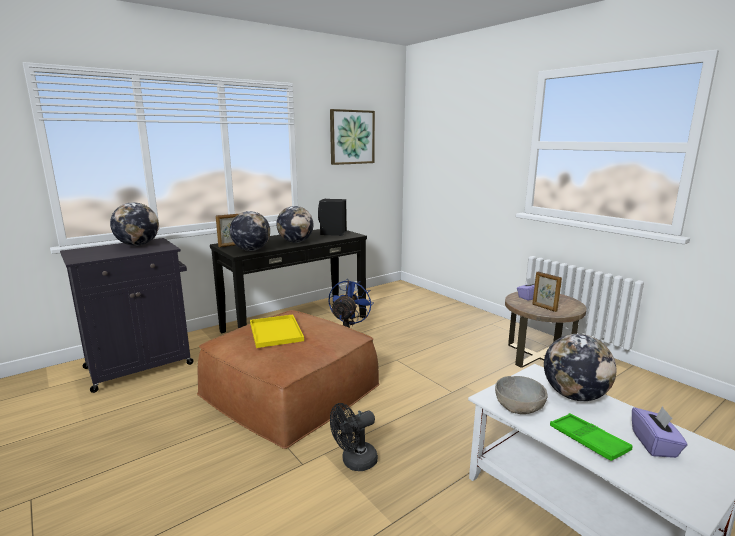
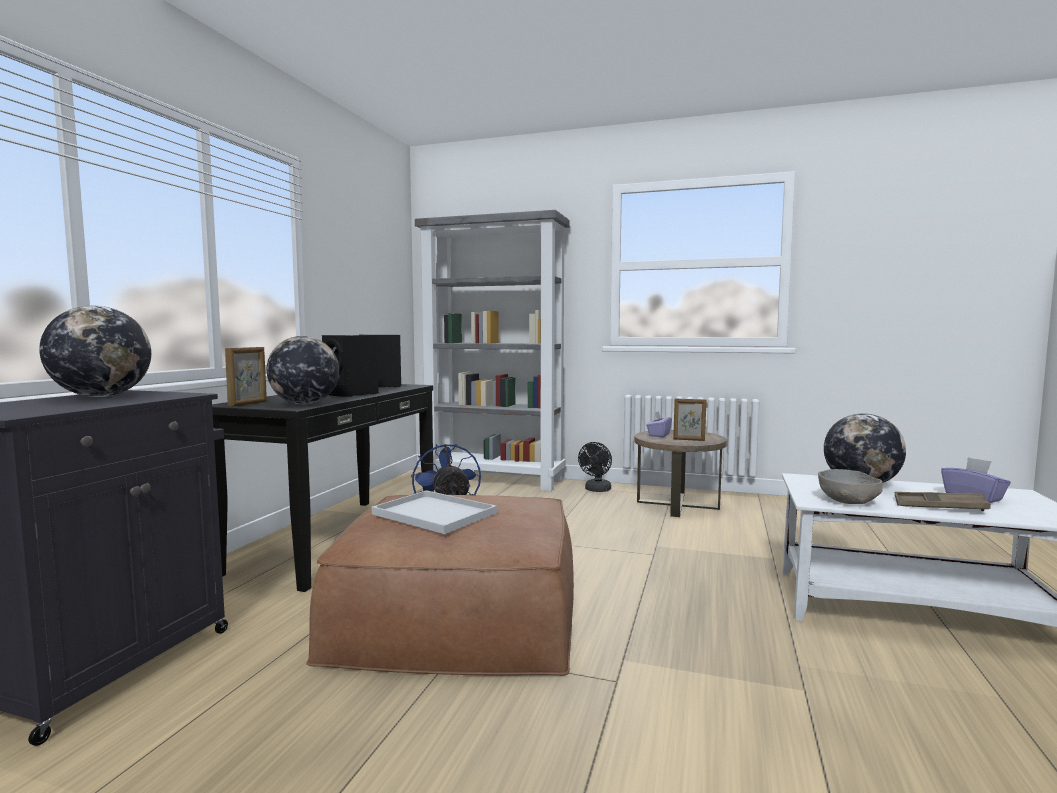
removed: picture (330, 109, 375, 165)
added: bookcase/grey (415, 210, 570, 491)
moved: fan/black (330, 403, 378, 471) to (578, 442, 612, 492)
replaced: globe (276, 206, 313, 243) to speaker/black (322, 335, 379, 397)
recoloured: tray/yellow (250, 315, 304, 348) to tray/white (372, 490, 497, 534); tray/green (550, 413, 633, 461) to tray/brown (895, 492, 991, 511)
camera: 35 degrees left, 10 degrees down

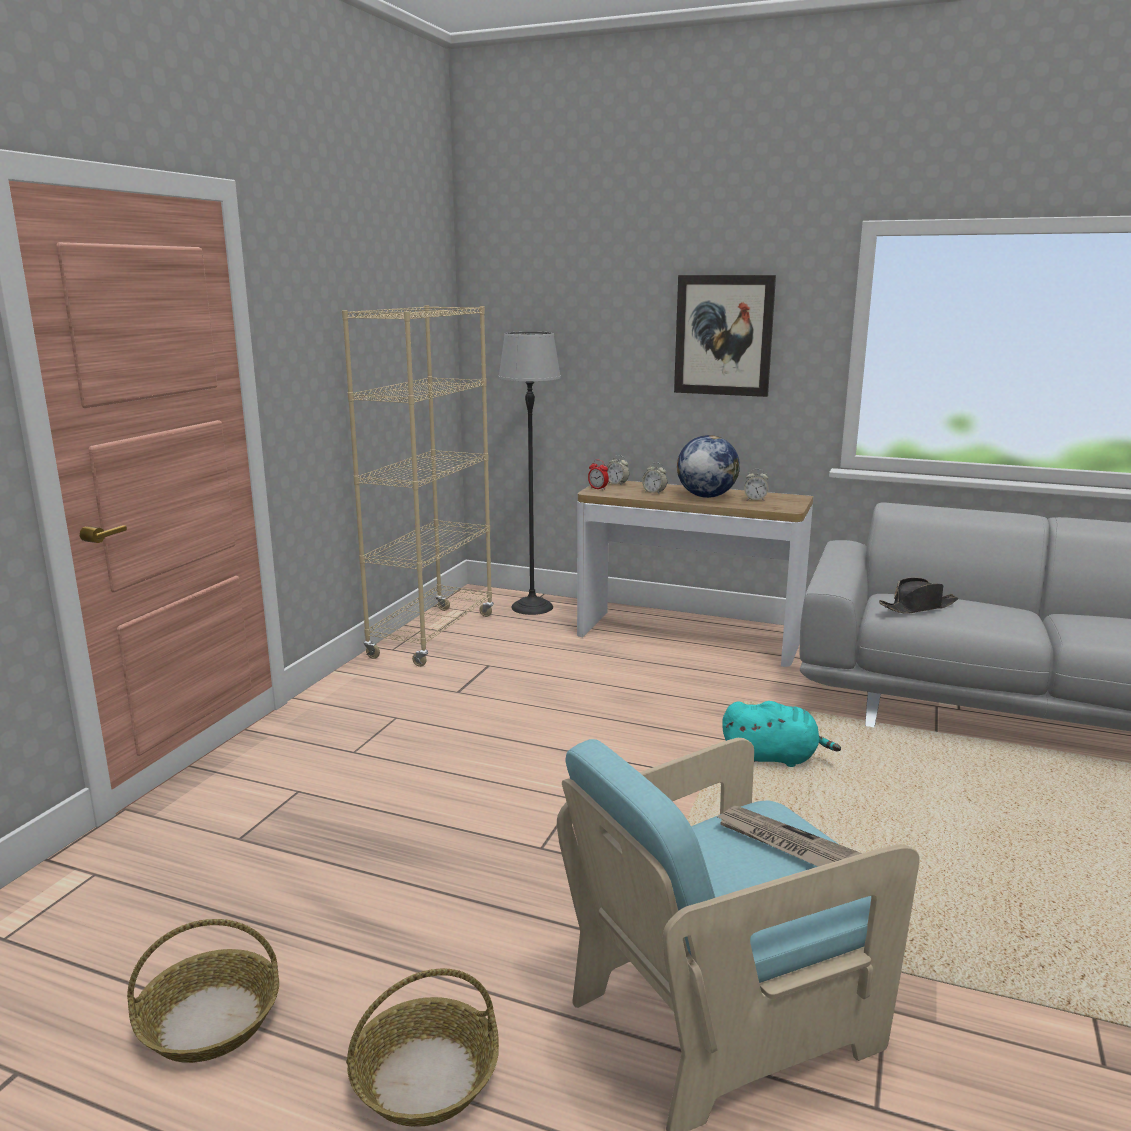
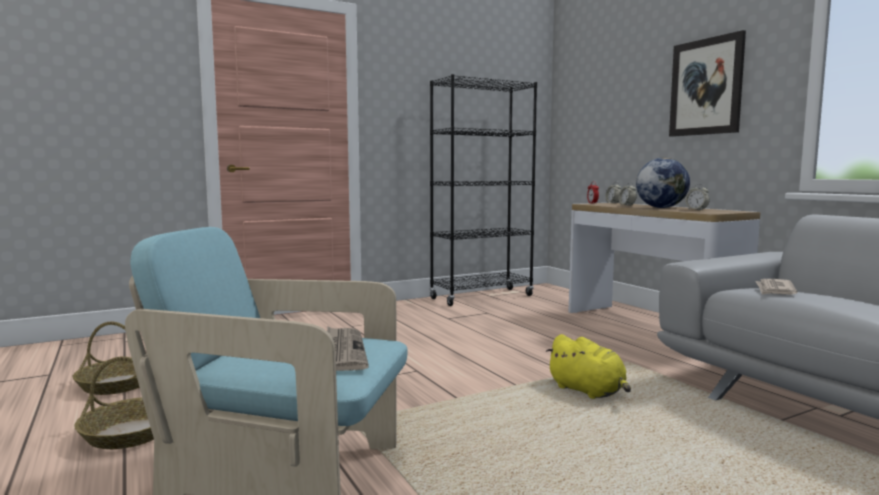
removed: floor lamp (498, 331, 561, 615)
replaced: hat/black (879, 578, 958, 613) to newspaper (755, 279, 797, 295)
recoloured: bookcase/beige (342, 305, 494, 667) to bookcase/black (430, 74, 537, 306); plush toy/turquoise (722, 701, 841, 767) to plush toy/yellow (545, 334, 631, 399)
camera: 40 degrees right, 10 degrees down

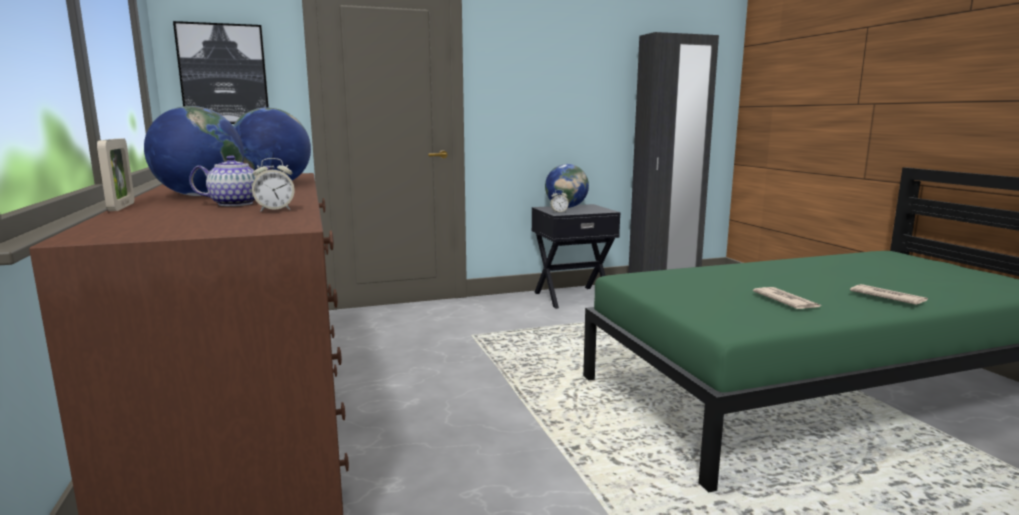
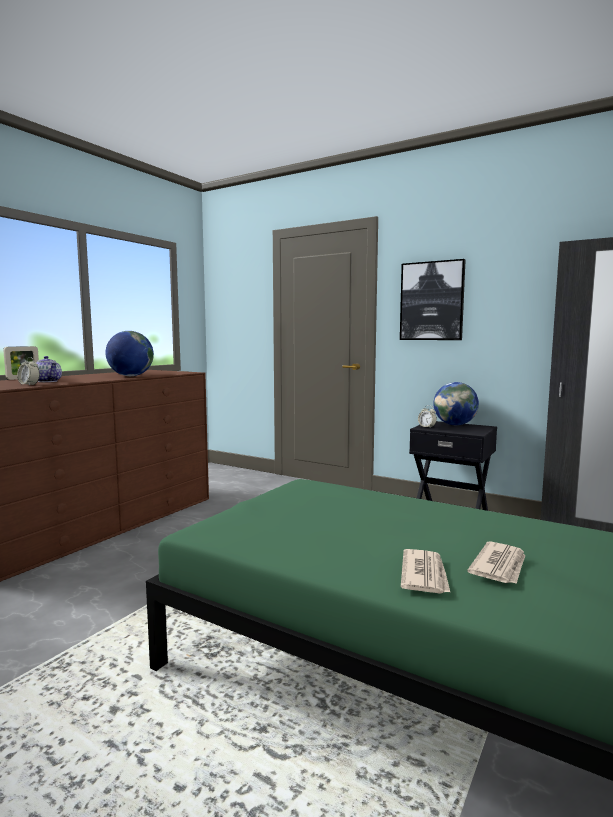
removed: globe (144, 106, 244, 196)
moved: picture (173, 21, 269, 124) to (400, 259, 466, 340); newspaper (753, 287, 821, 309) to (467, 541, 525, 584)
camera: 50 degrees right, 5 degrees down

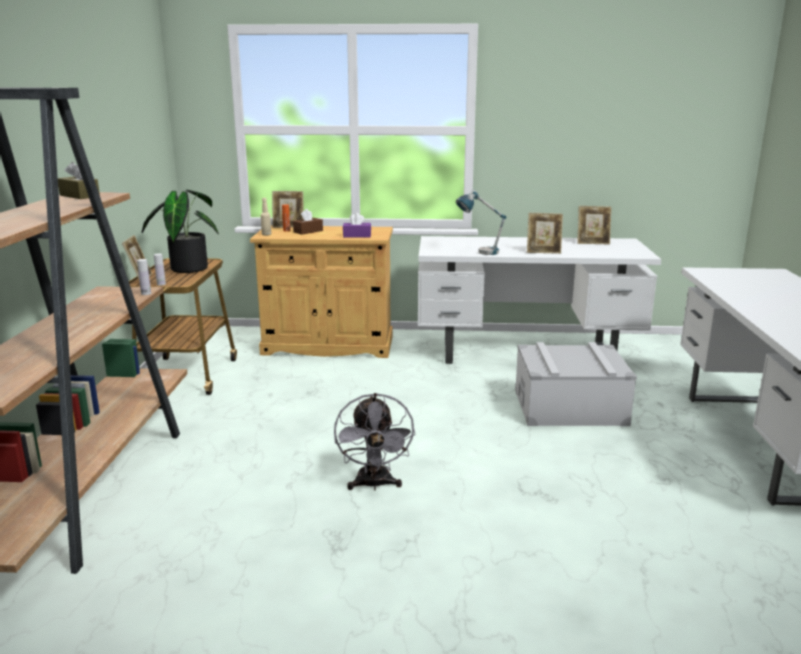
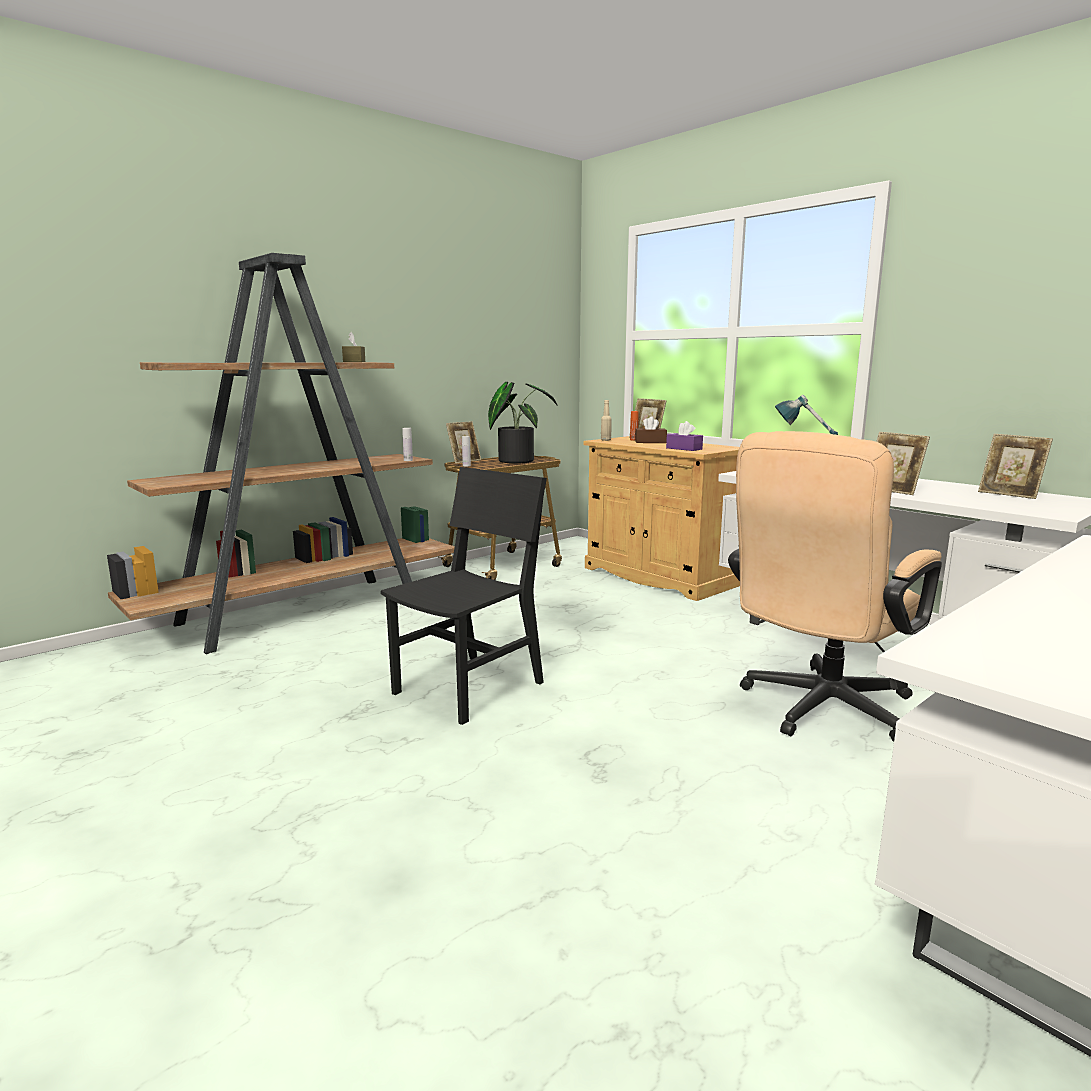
replaced: storage box/grey (515, 342, 637, 426) to office chair/beige (728, 431, 942, 742); fan/grey (334, 393, 416, 490) to chair/black (381, 467, 547, 725)
camera: 45 degrees right, 5 degrees down

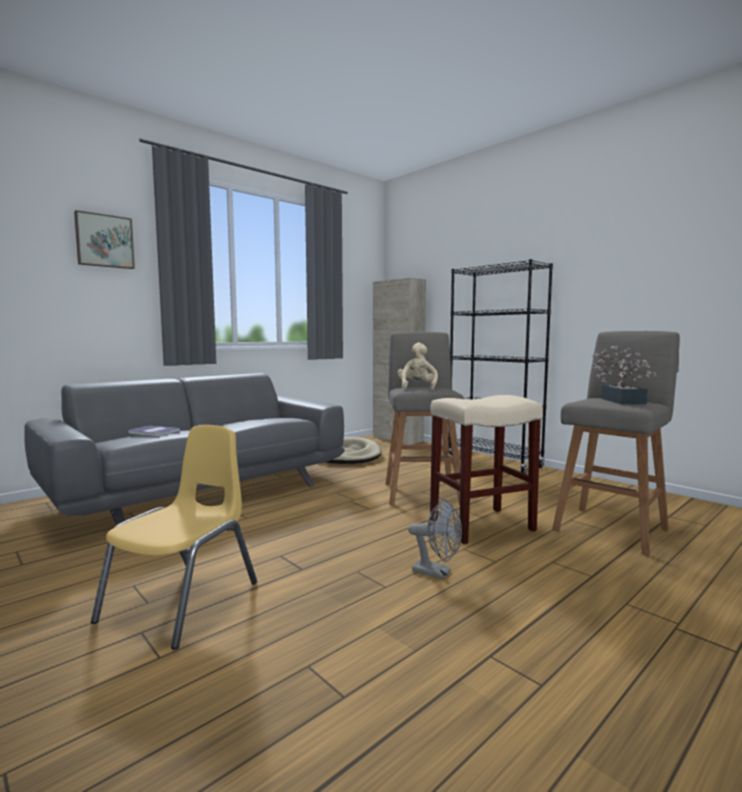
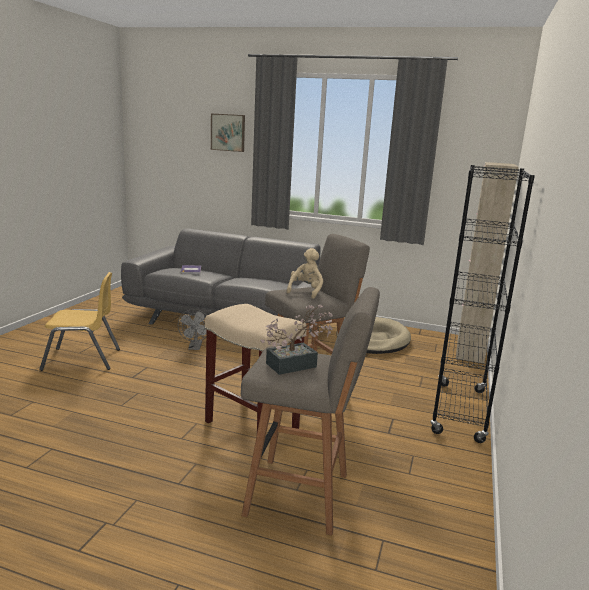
moved: fan/grey (408, 499, 462, 579) to (178, 309, 207, 350)
turned: plush toy/beige (397, 343, 438, 390) = (286, 248, 324, 299) 45 degrees counterclockwise
camera: 60 degrees right, 10 degrees up

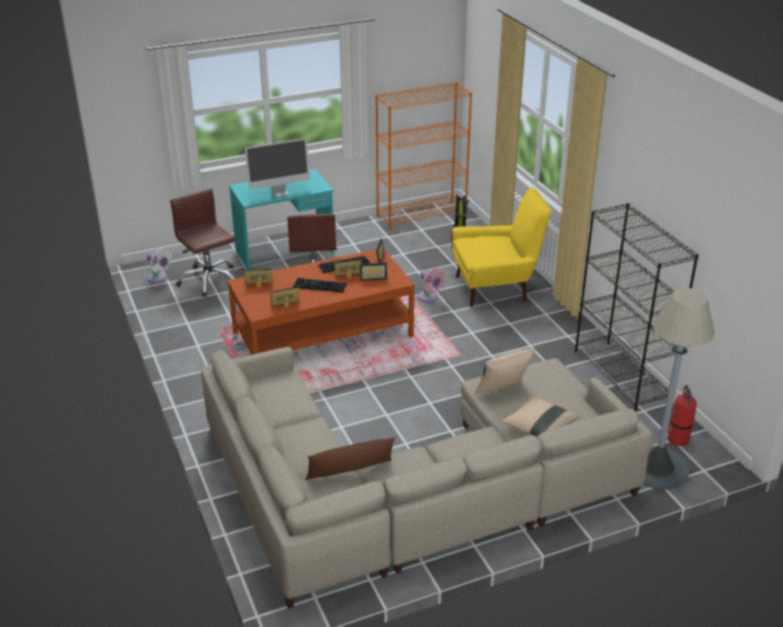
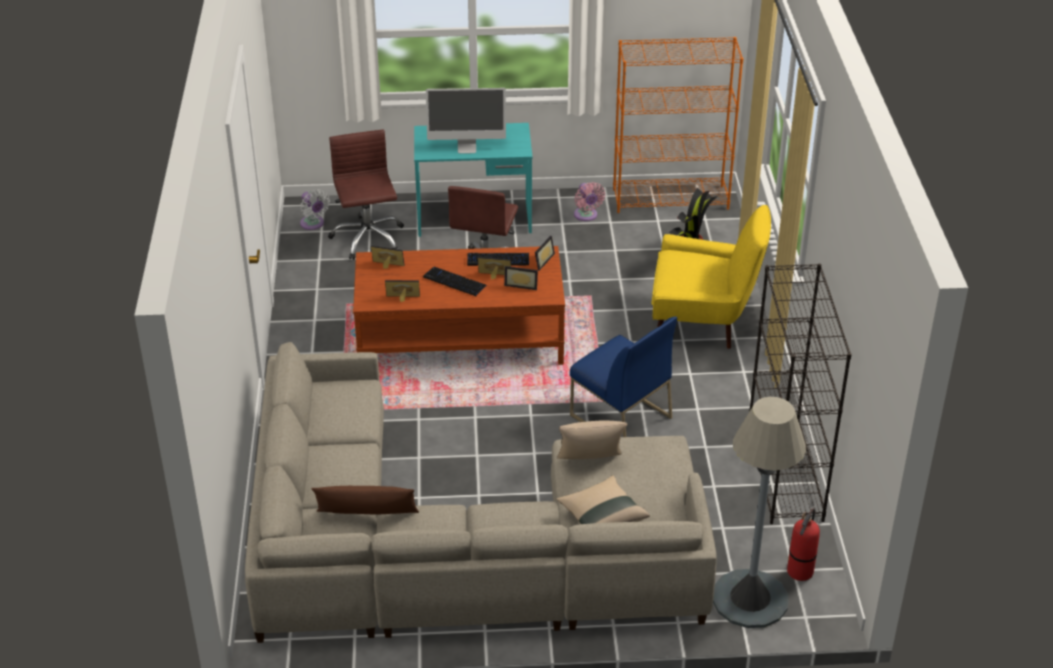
added: chair/blue (570, 317, 677, 437)
moved: fan/pink (417, 267, 445, 302) to (574, 182, 605, 221)
camera: 20 degrees right, 5 degrees up

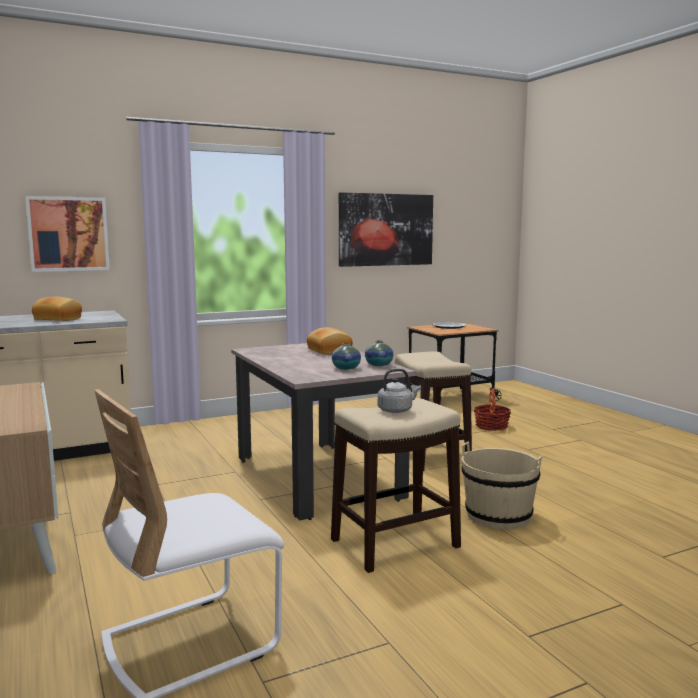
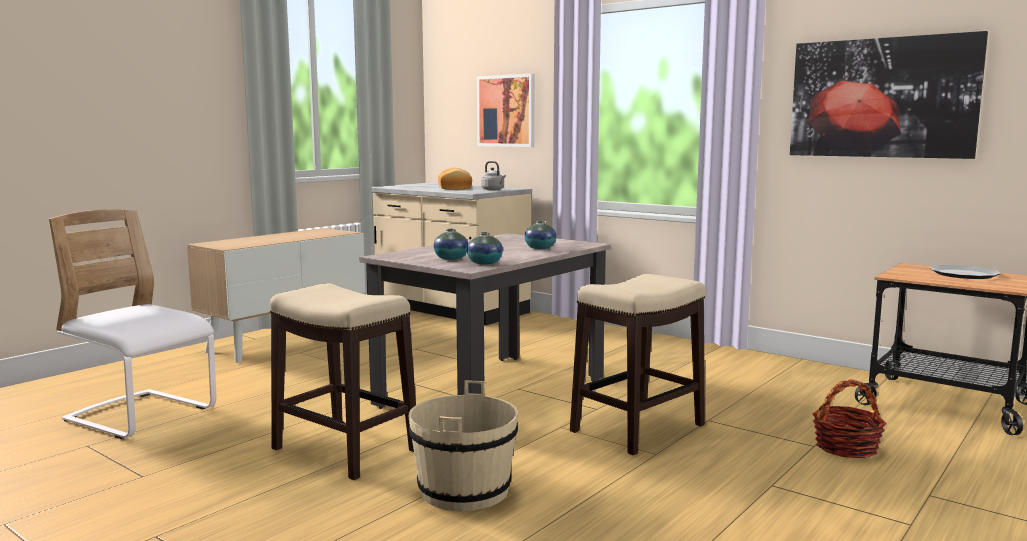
moved: kettle/grey (378, 369, 421, 413) to (481, 161, 506, 190)
replaced: bread (307, 327, 353, 355) to vase (525, 221, 557, 249)
camera: 65 degrees right, 0 degrees up

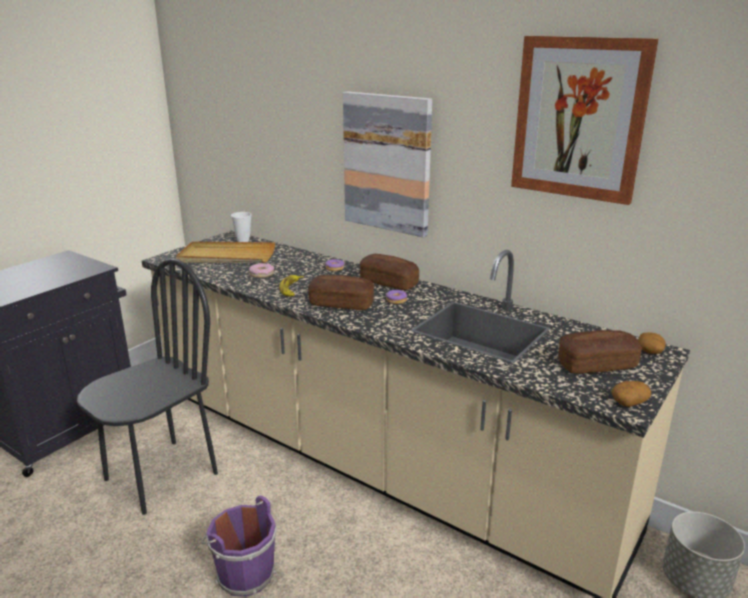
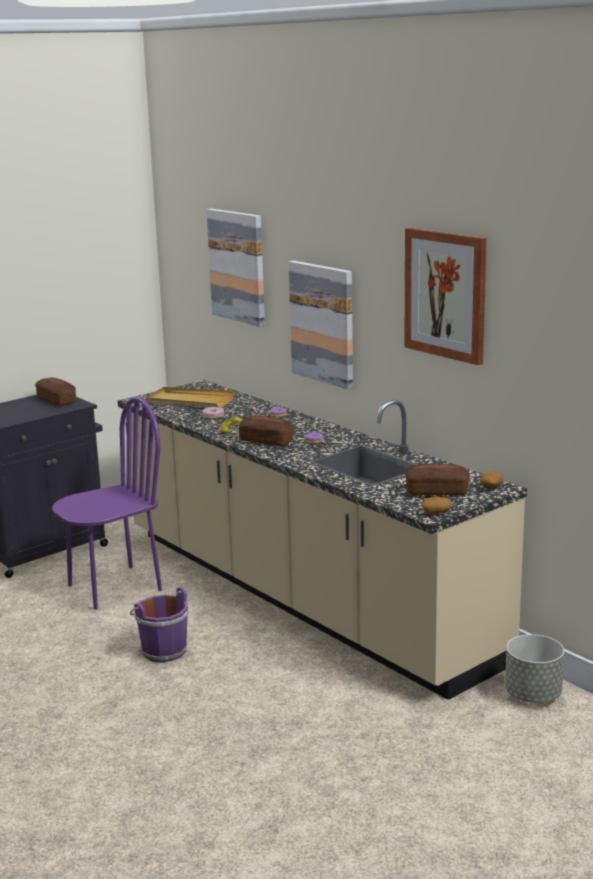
removed: cup (231, 212, 252, 242)
added: picture (207, 209, 265, 327)
moved: bread (360, 254, 419, 290) to (35, 377, 76, 405)
recoloured: chair/black (77, 258, 218, 515) to chair/purple (52, 396, 162, 610)
camera: 15 degrees right, 5 degrees down

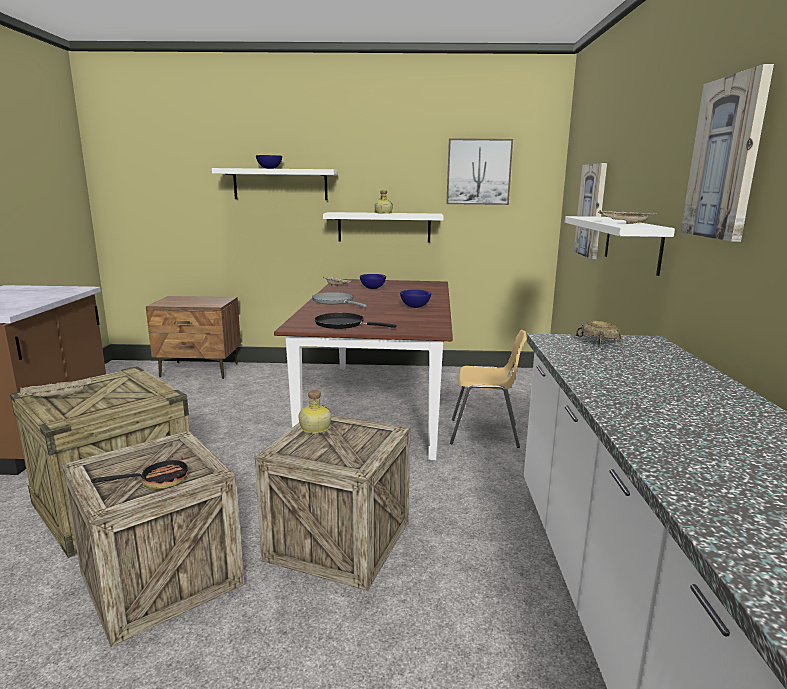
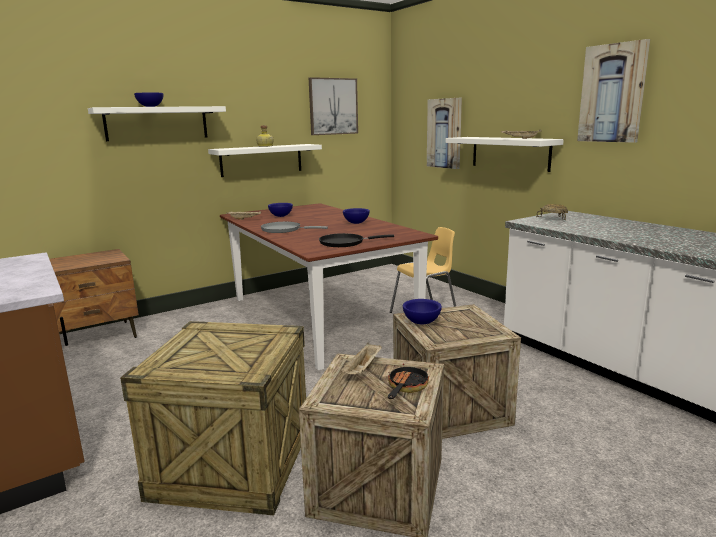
moved: tray/beige (20, 377, 92, 397) to (341, 342, 382, 374)
replaced: bottle (298, 390, 332, 434) to bowl/blue (403, 299, 442, 325)
camera: 35 degrees left, 0 degrees up

